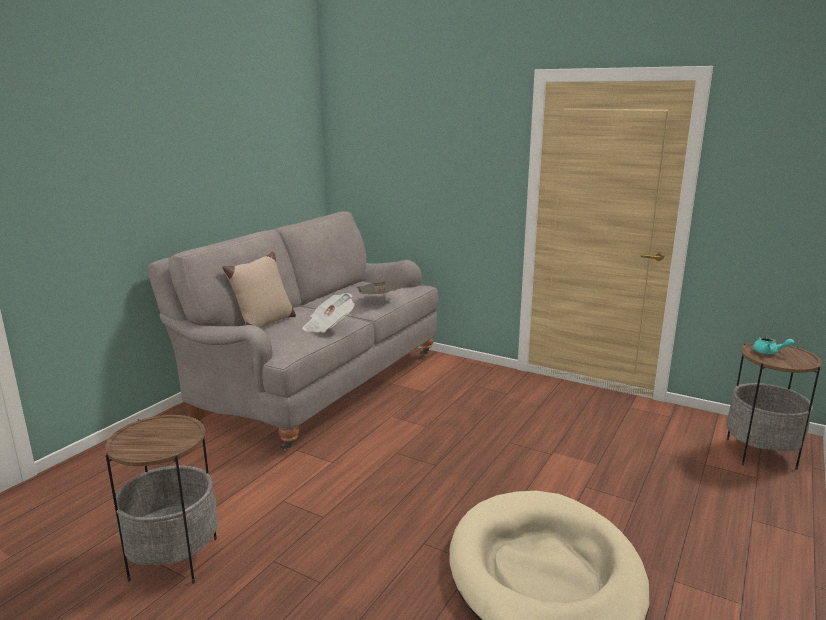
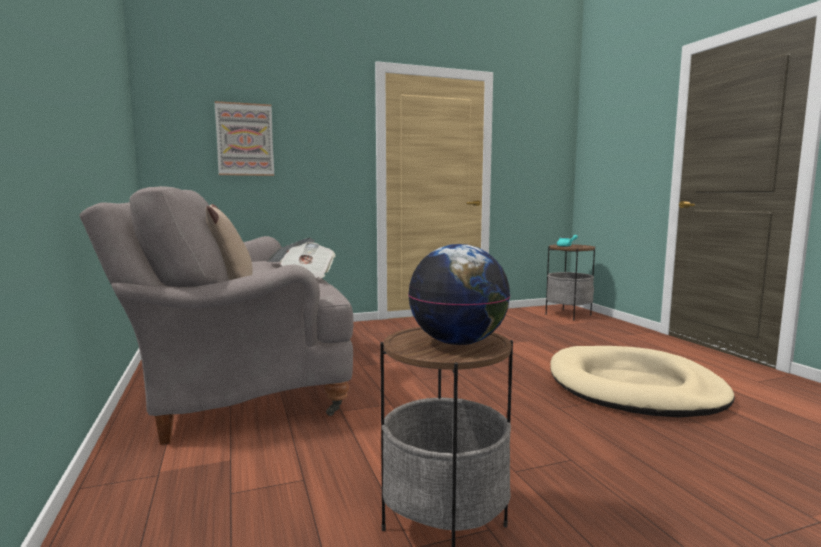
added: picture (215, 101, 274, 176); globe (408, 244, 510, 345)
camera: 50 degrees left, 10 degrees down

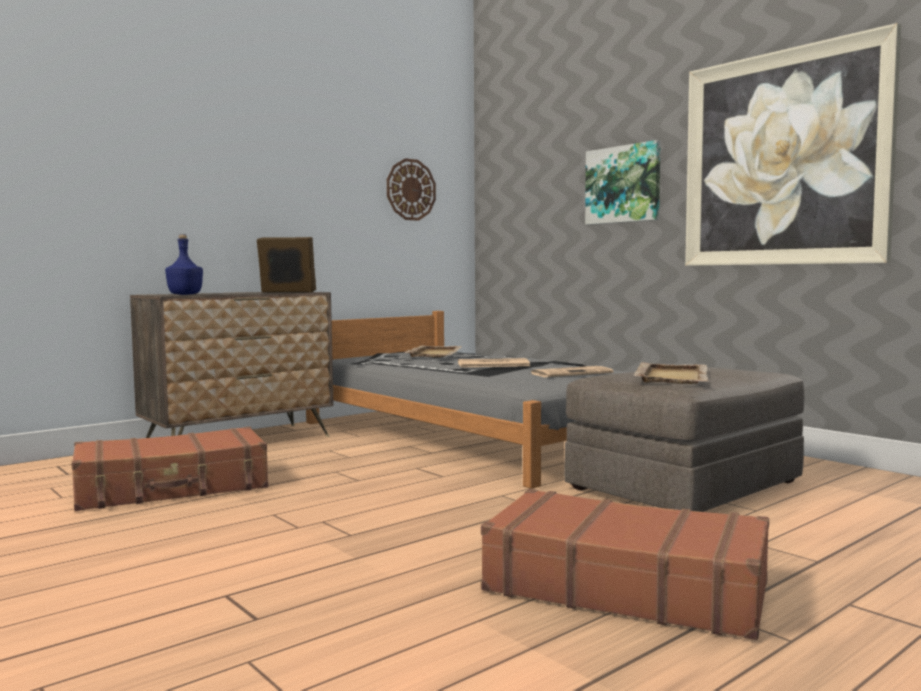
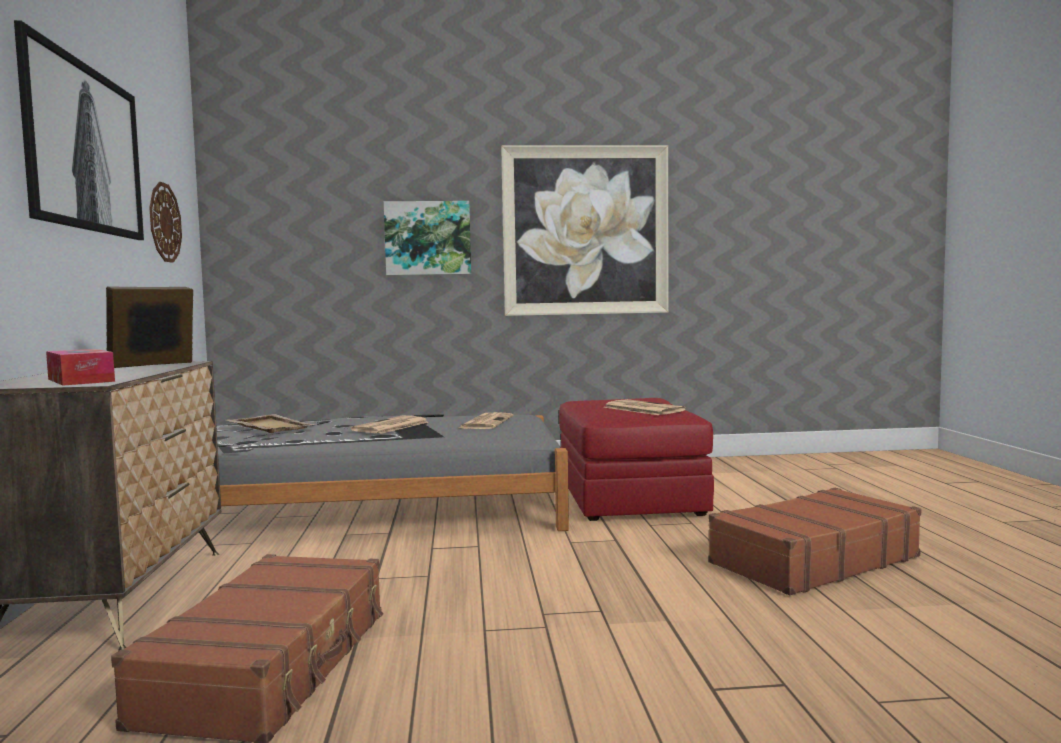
added: picture (14, 20, 144, 240)
replaced: bottle/blue (165, 234, 203, 295) to tissue box (46, 349, 115, 386); tray/beige (634, 363, 710, 384) to newspaper (603, 399, 686, 415)
recoloured: ottoman/grey (564, 367, 804, 512) to ottoman/red (559, 398, 714, 521)
camera: 55 degrees left, 0 degrees up

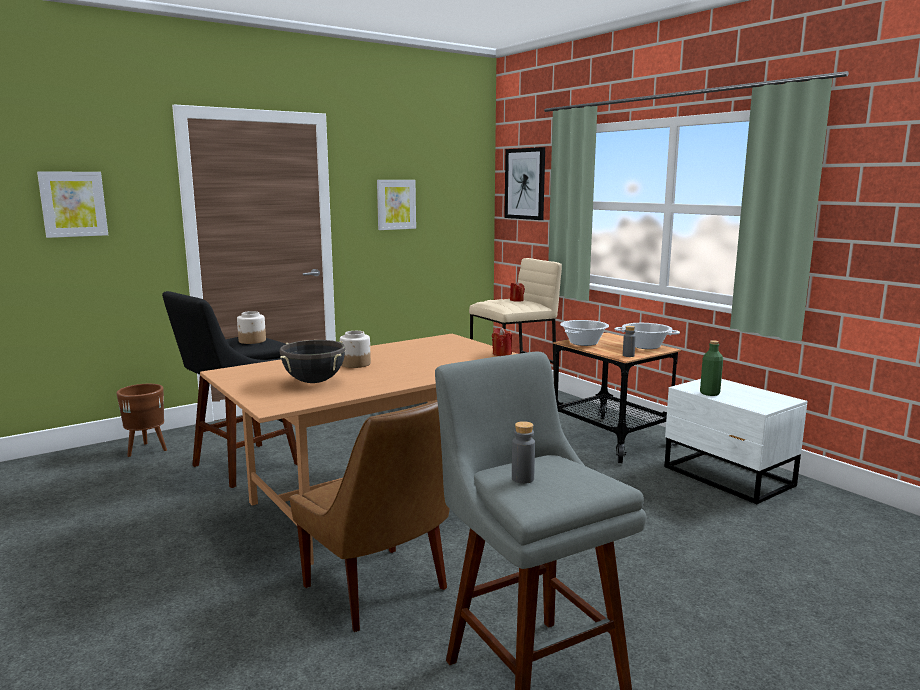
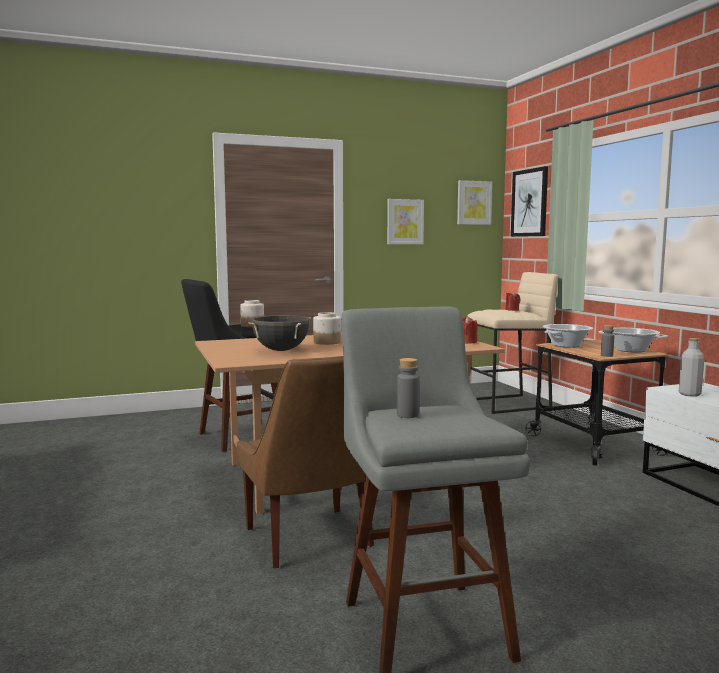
removed: planter/brown (116, 384, 167, 457)
moved: picture (37, 171, 108, 238) to (457, 180, 492, 225)
recoloured: bottle/green (700, 340, 723, 396) to bottle/grey (679, 338, 704, 397)
camera: 15 degrees right, 5 degrees down

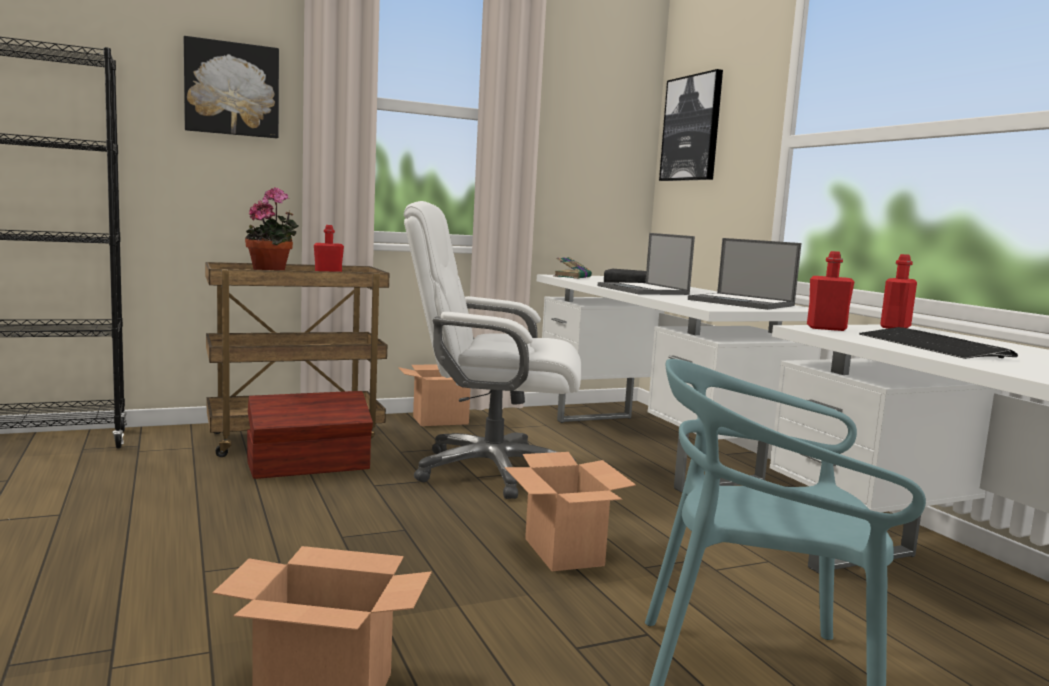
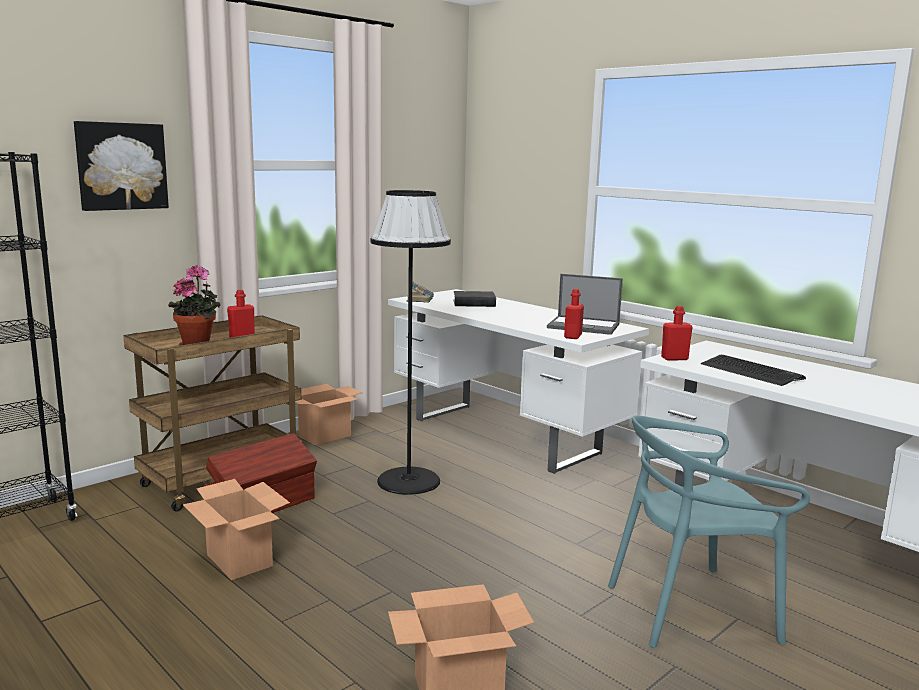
removed: picture (659, 69, 723, 181); laptop (598, 233, 695, 295)
moved: bottle/red (880, 254, 917, 329) to (564, 289, 584, 339); cardboard box (505, 452, 636, 571) to (183, 479, 290, 580)
replaced: office chair/white (404, 201, 581, 499) to floor lamp/black (371, 190, 451, 495)
camera: 20 degrees left, 5 degrees up

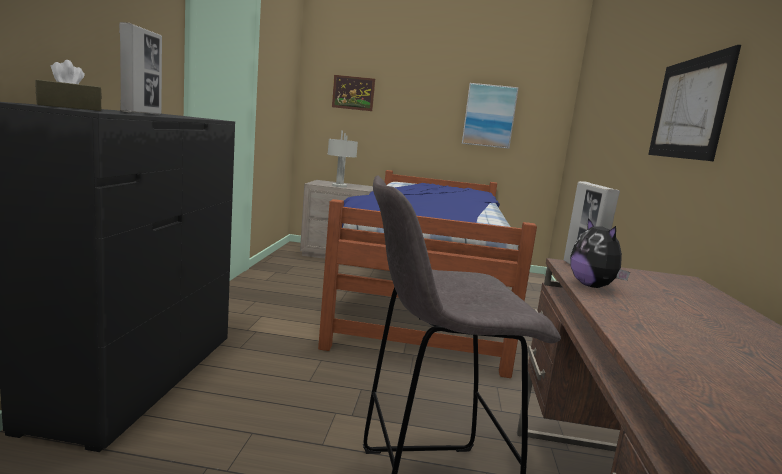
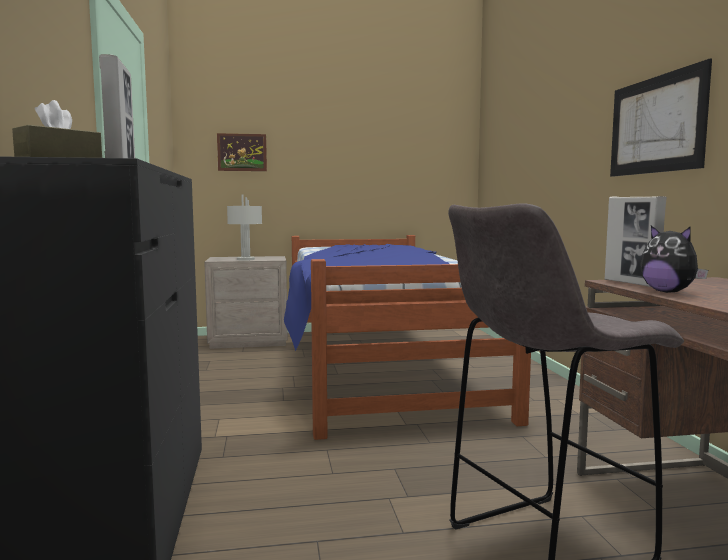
removed: picture (462, 83, 519, 149)
camera: 15 degrees left, 5 degrees down

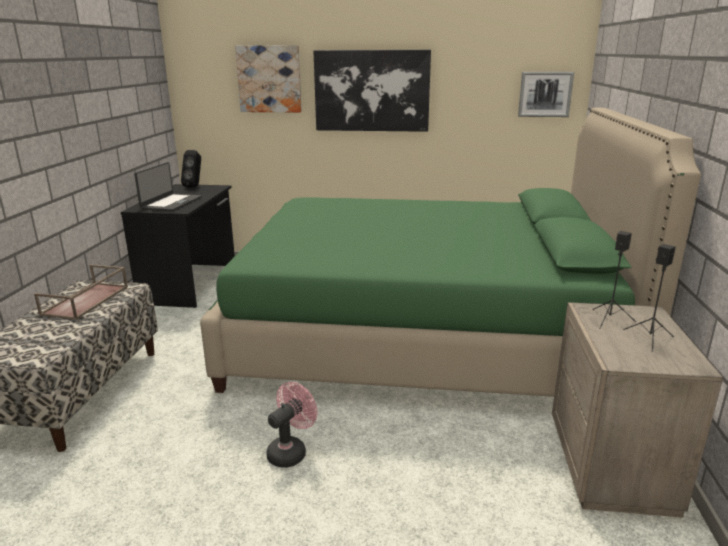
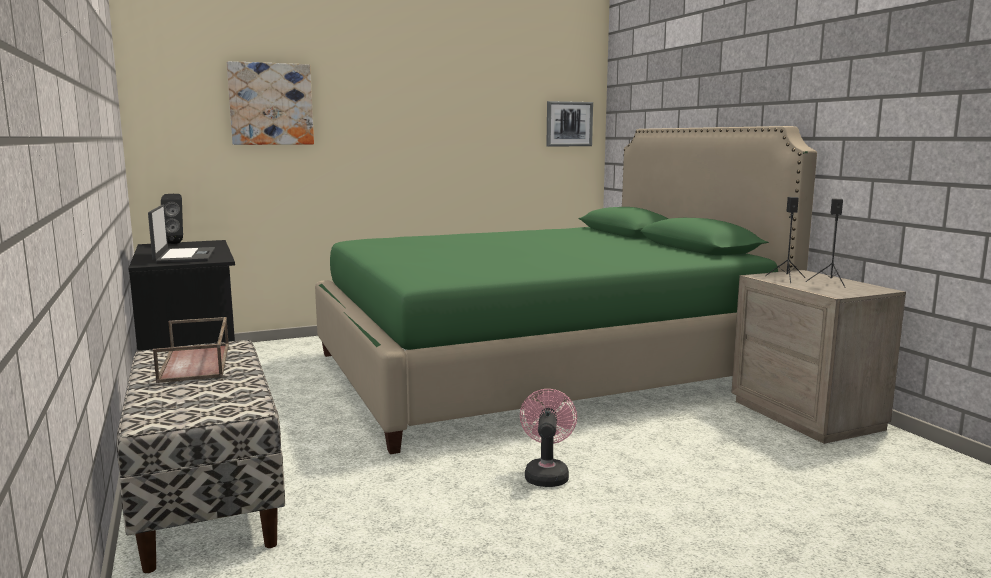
removed: picture (313, 50, 431, 132)
camera: 30 degrees left, 10 degrees down

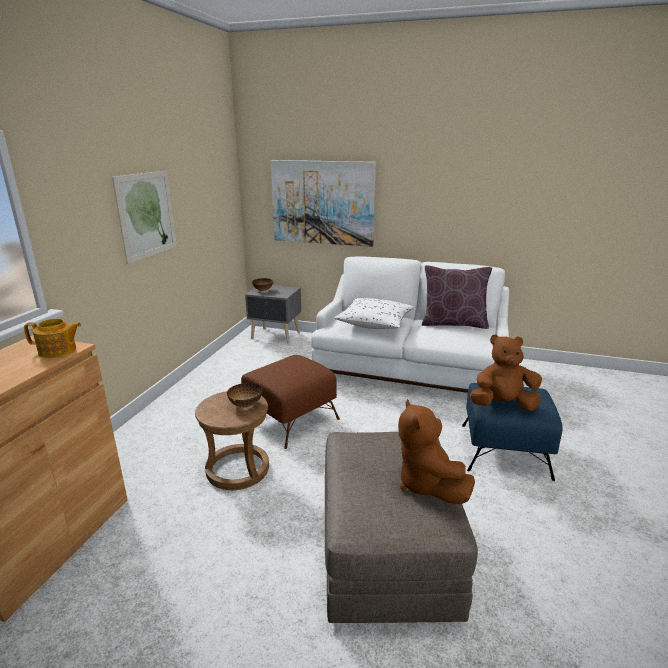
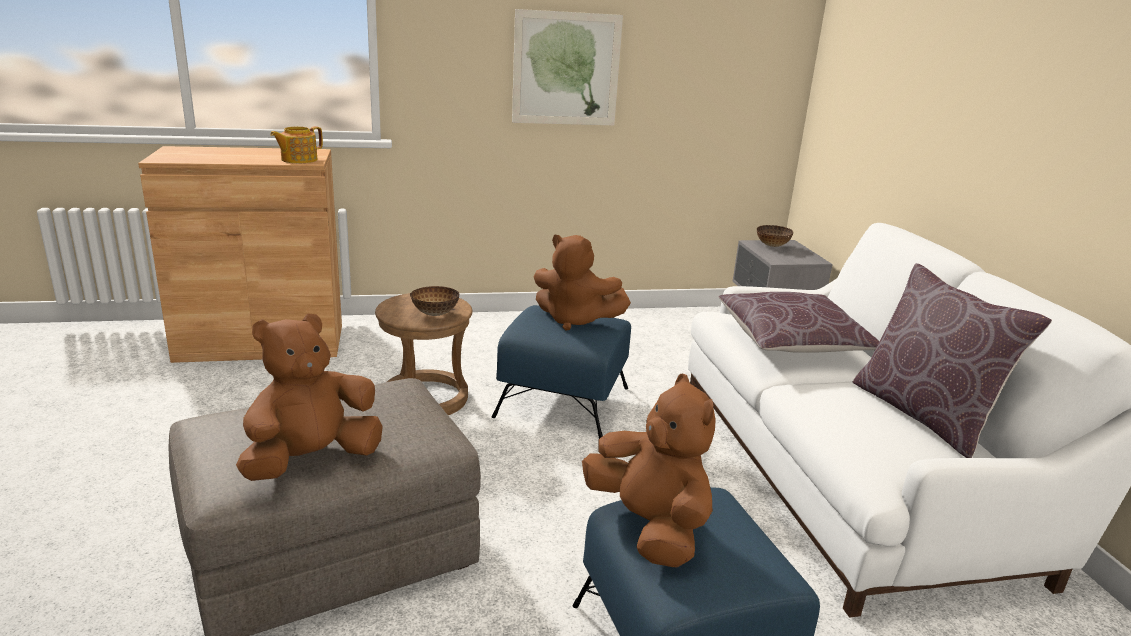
removed: picture (271, 160, 376, 247)
added: plush toy/brown (534, 234, 631, 330)
recoloured: pillow/white (334, 298, 414, 329) to pillow/brown (719, 292, 879, 353); ottoman/brown (241, 355, 340, 449) to ottoman/blue (492, 305, 631, 439)
turned: teapot (24, 319, 82, 358) = (270, 126, 323, 163) 75 degrees clockwise
camera: 60 degrees right, 0 degrees up

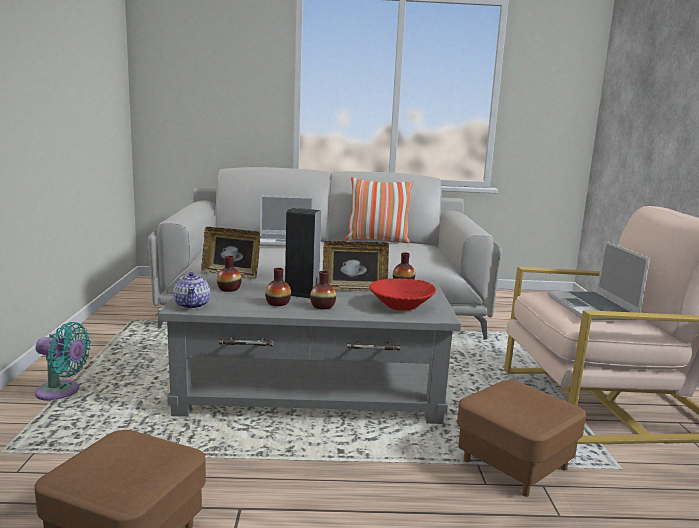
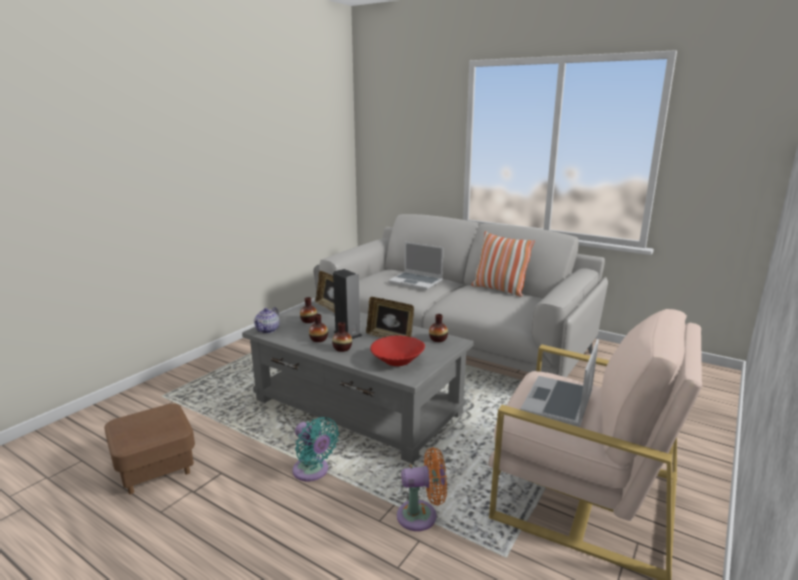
moved: fan/turquoise (35, 322, 91, 401) to (292, 417, 339, 482)
replaced: ottoman/brown (457, 380, 586, 497) to fan/orange (397, 447, 447, 531)
camera: 35 degrees right, 5 degrees up

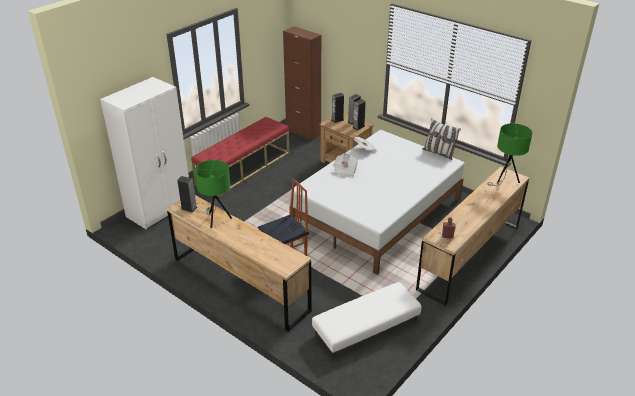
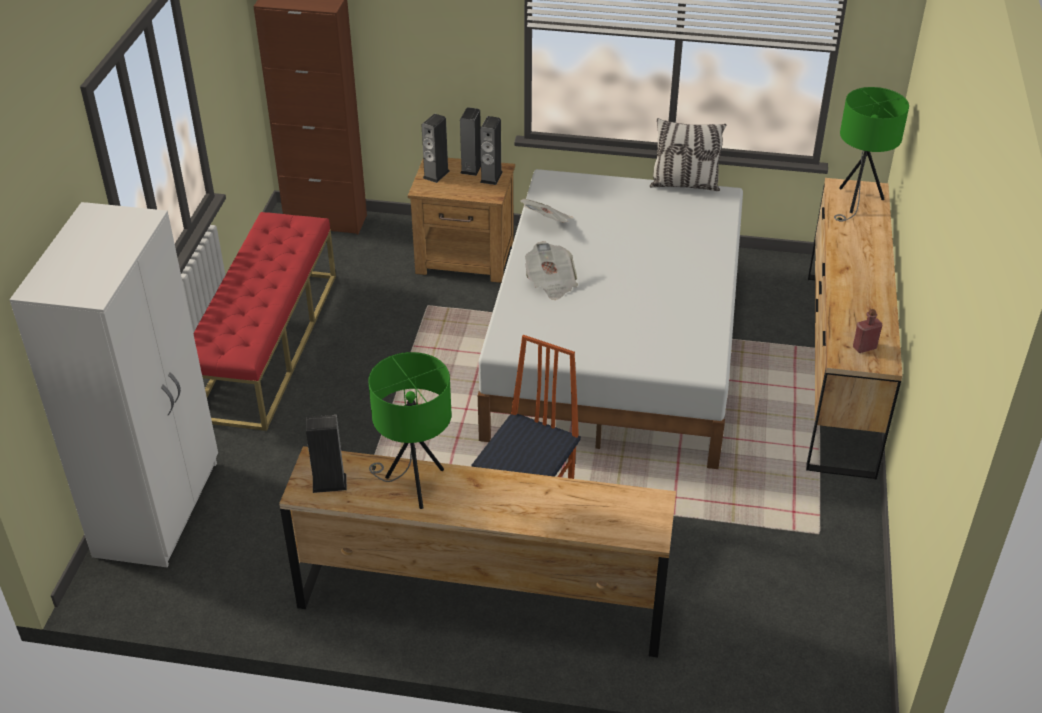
removed: ottoman/white (312, 282, 422, 358)
camera: 30 degrees left, 5 degrees up

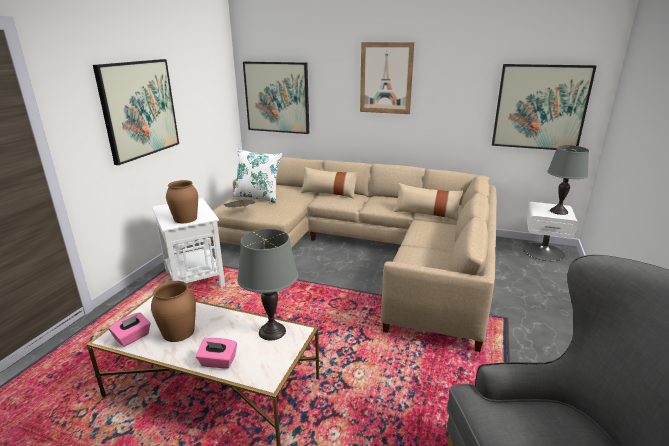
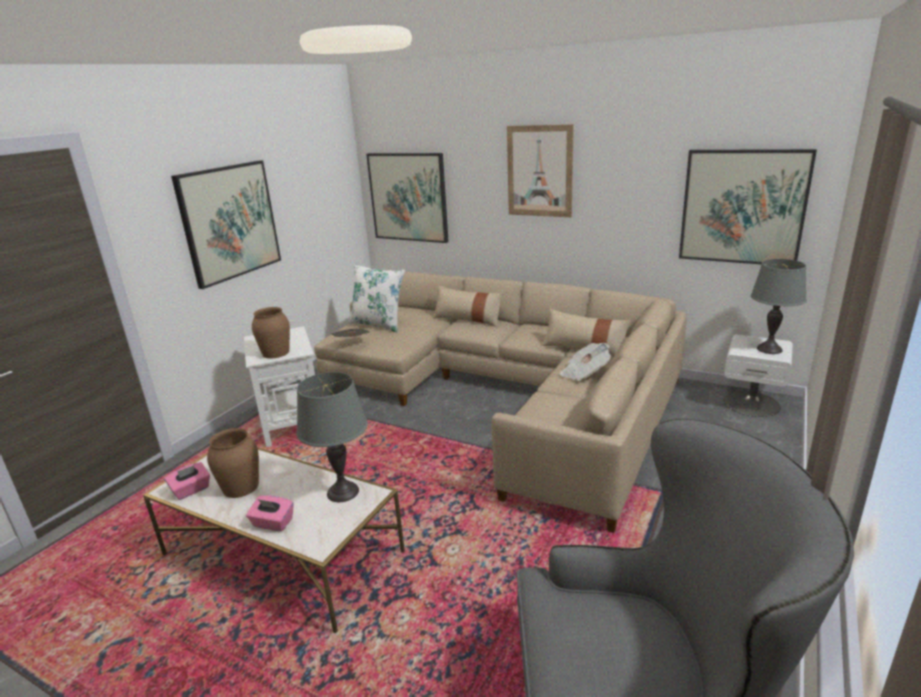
added: newspaper (560, 343, 611, 381)
camera: 10 degrees right, 0 degrees up

